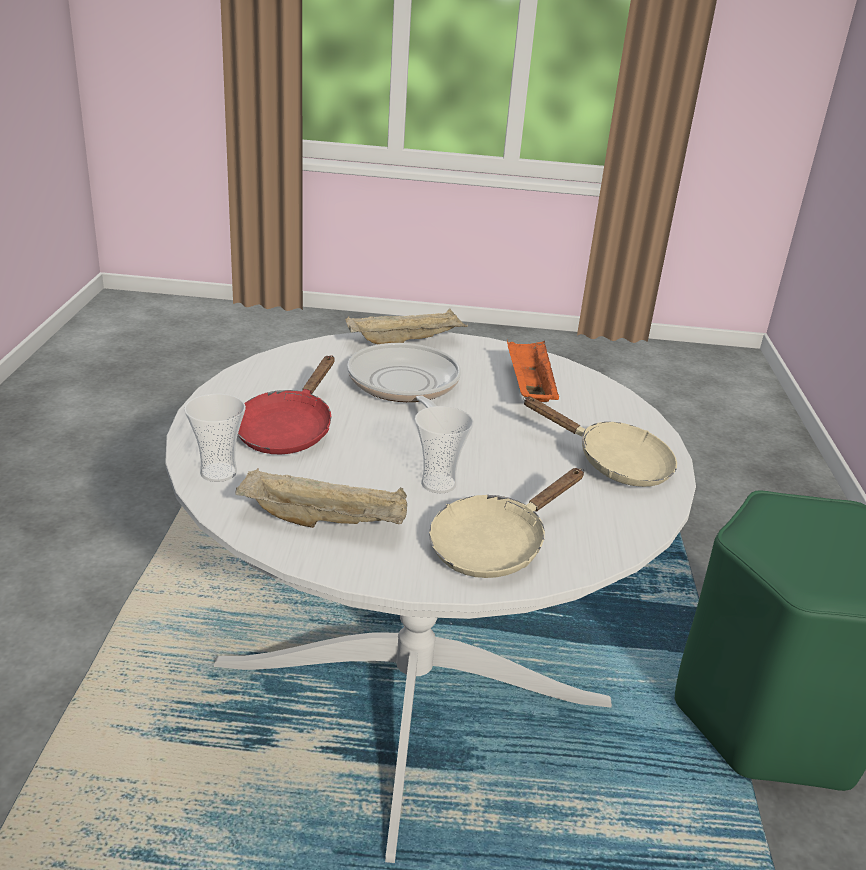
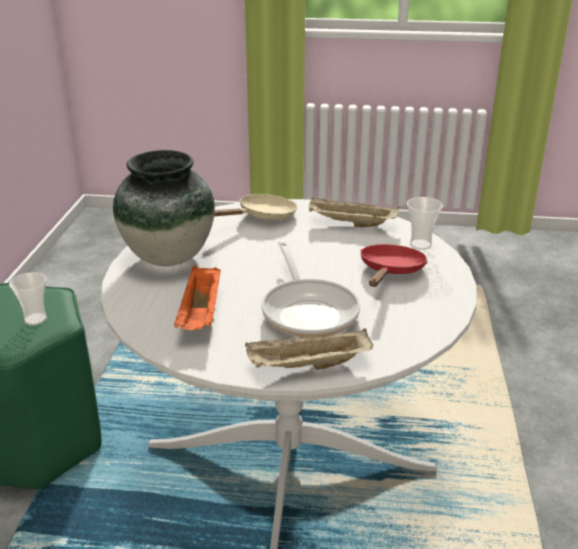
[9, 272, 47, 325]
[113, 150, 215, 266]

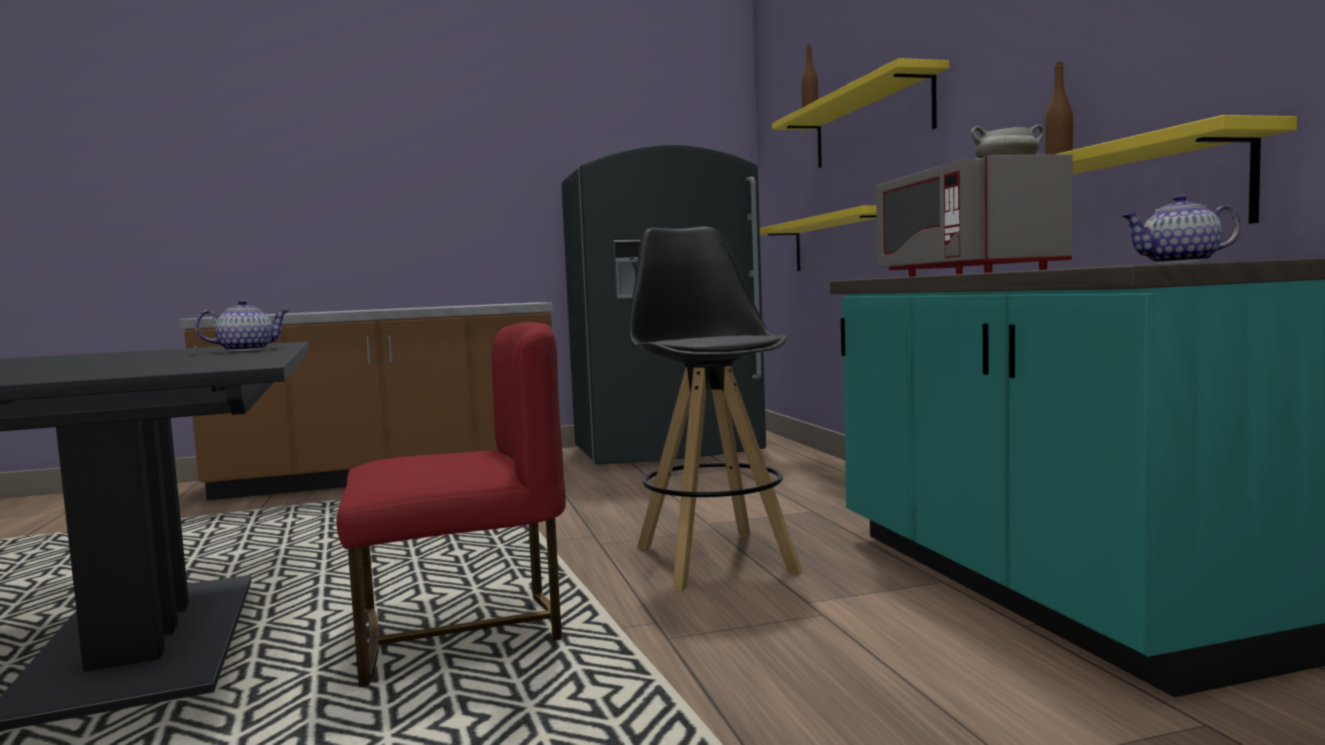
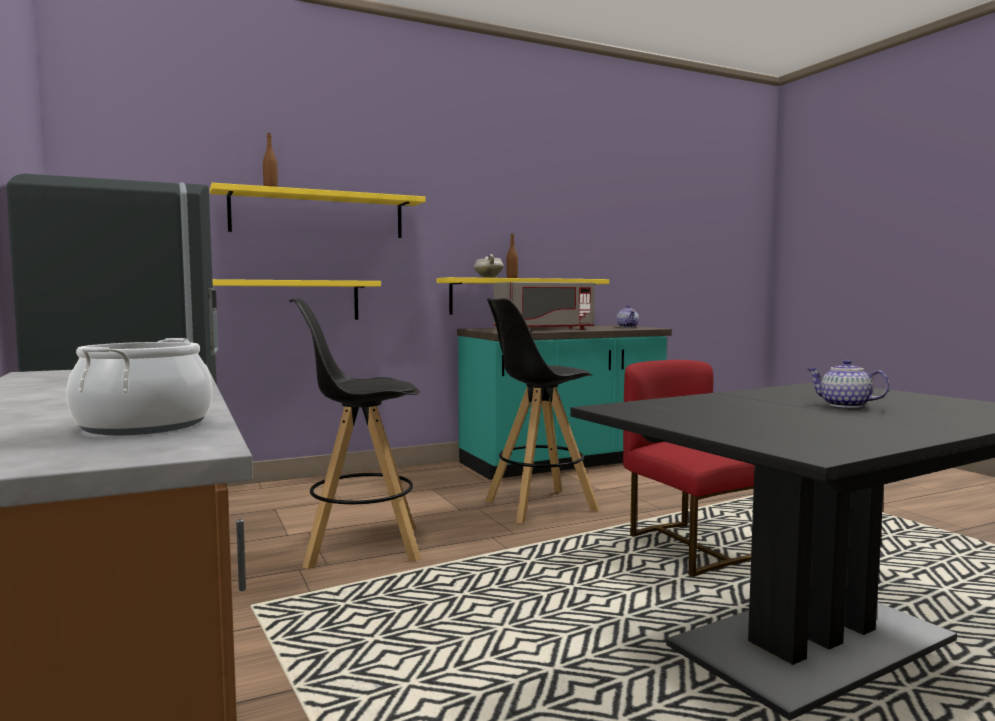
[66, 338, 212, 435]
[289, 298, 421, 569]
[807, 360, 890, 408]

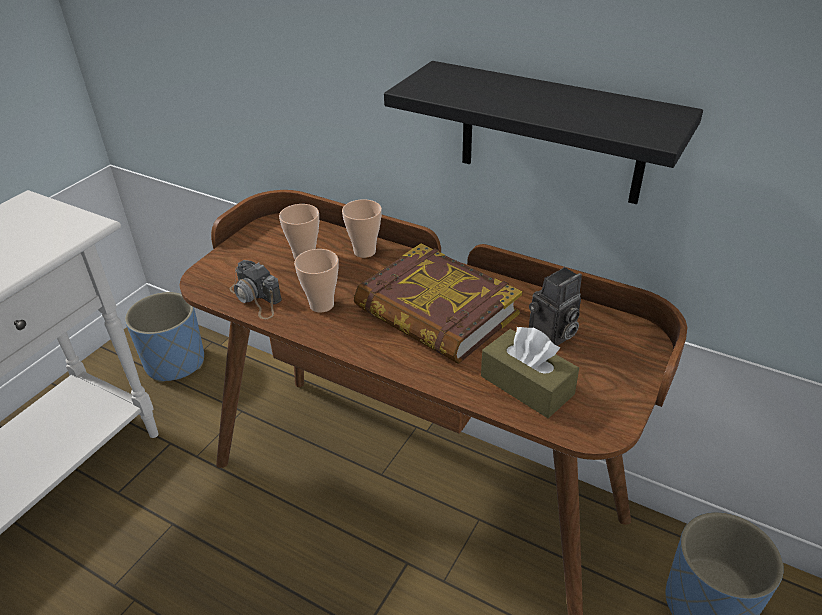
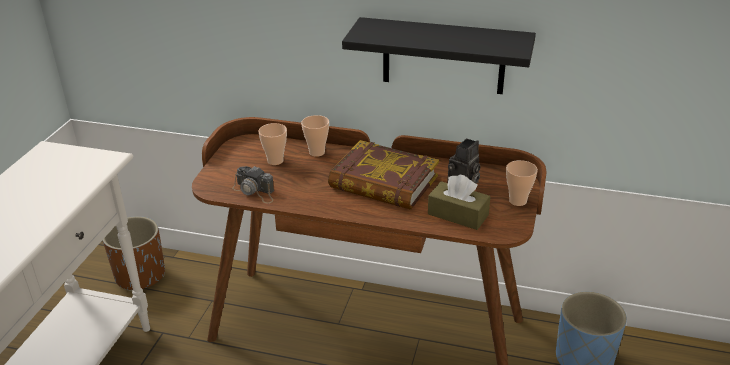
[506, 160, 538, 206]
[103, 216, 165, 291]

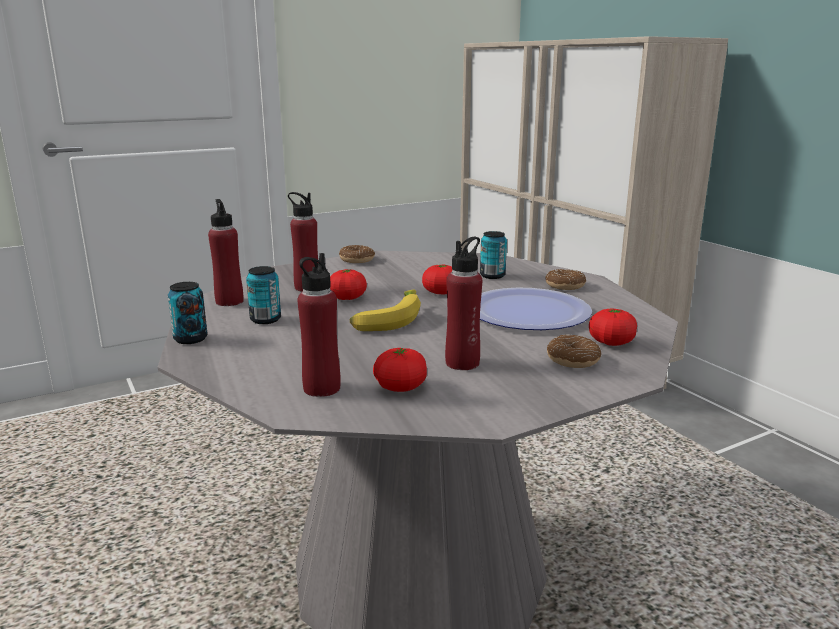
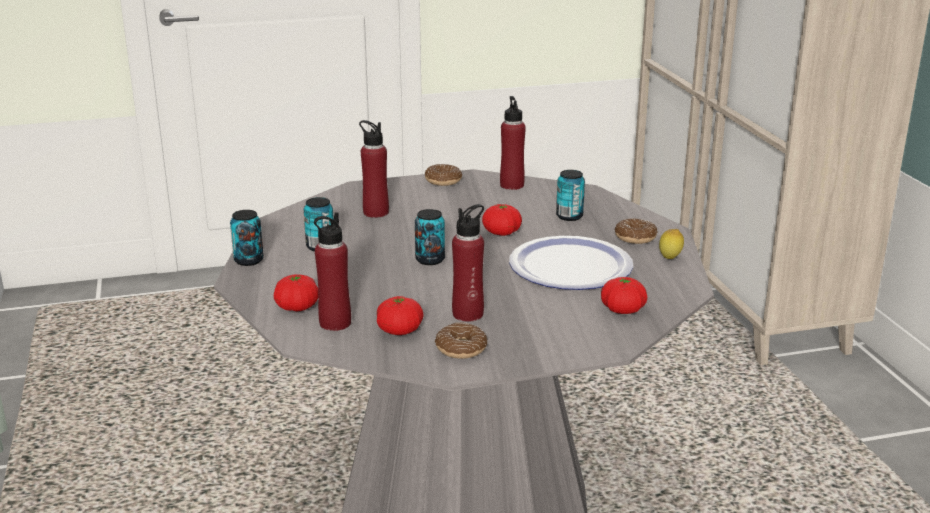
[659, 229, 684, 259]
[500, 96, 526, 190]
[274, 274, 318, 312]
[435, 322, 487, 359]
[415, 209, 445, 265]

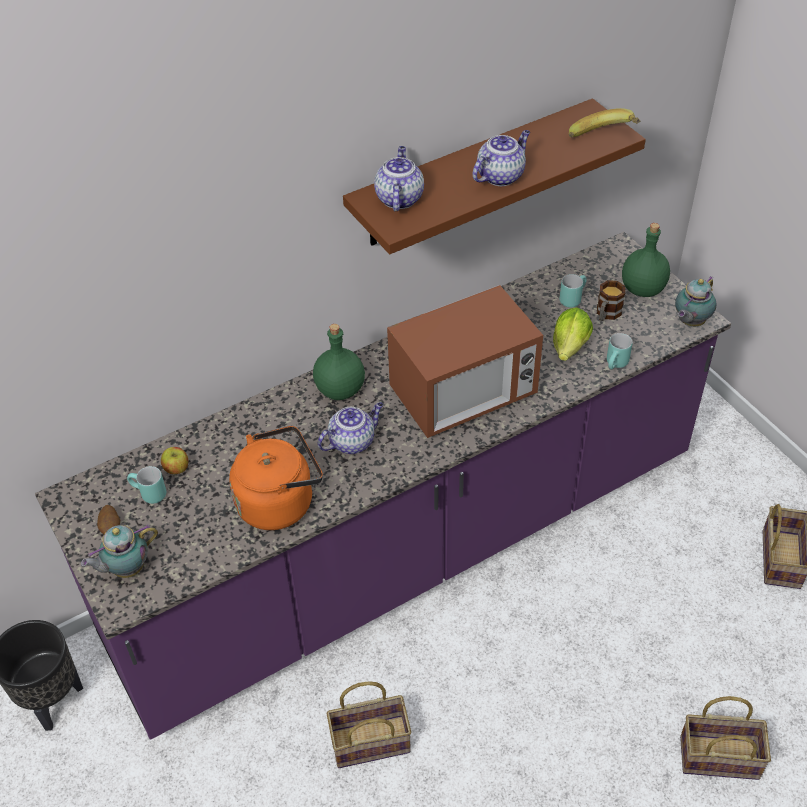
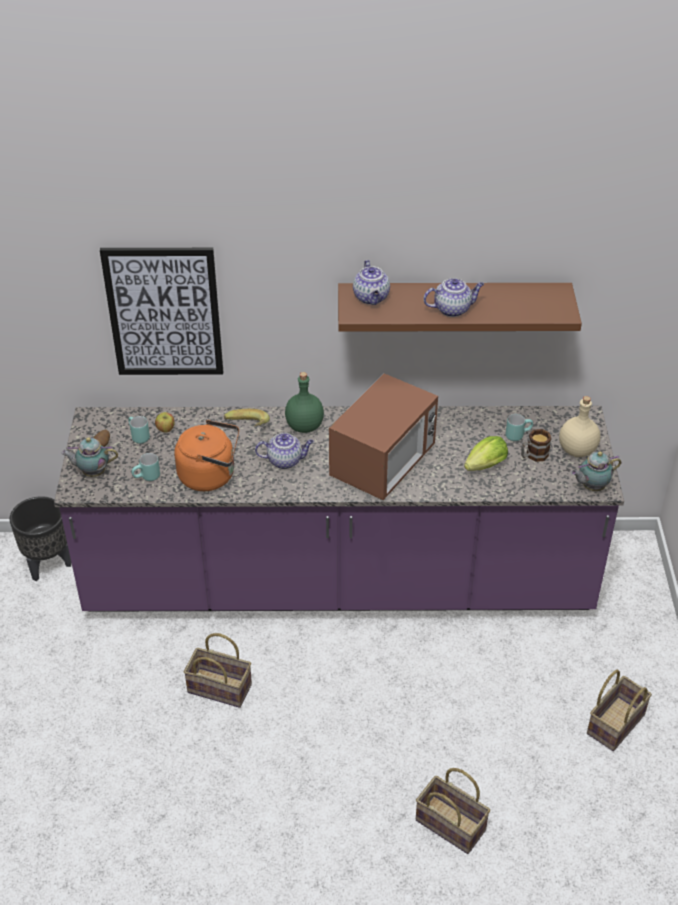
[100, 248, 223, 375]
[224, 409, 270, 427]
[131, 453, 160, 481]
[559, 396, 601, 457]
[353, 260, 390, 305]
[329, 373, 438, 500]

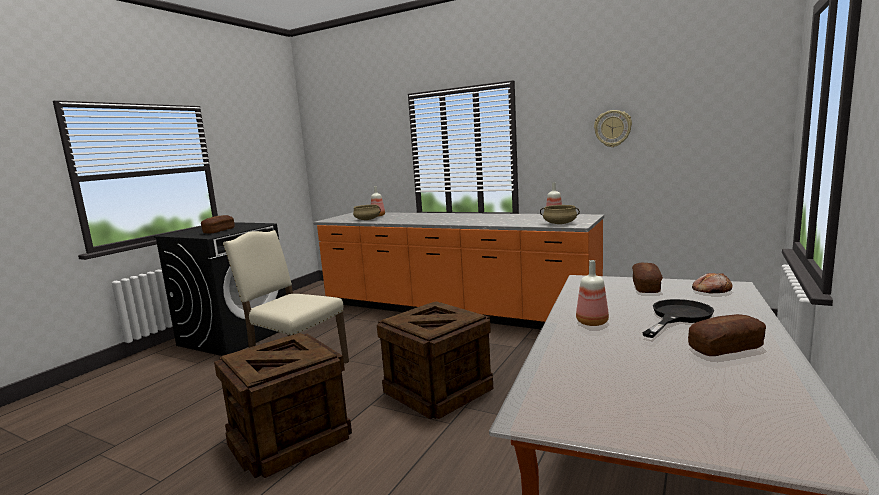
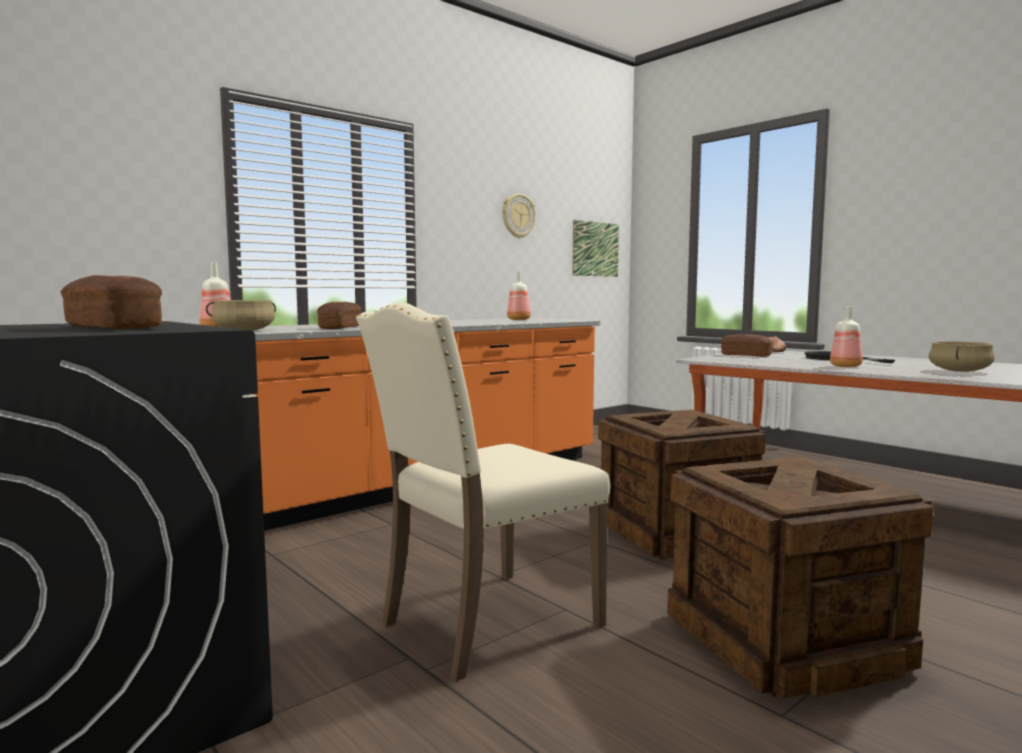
[572, 220, 619, 277]
[929, 341, 994, 372]
[317, 302, 361, 329]

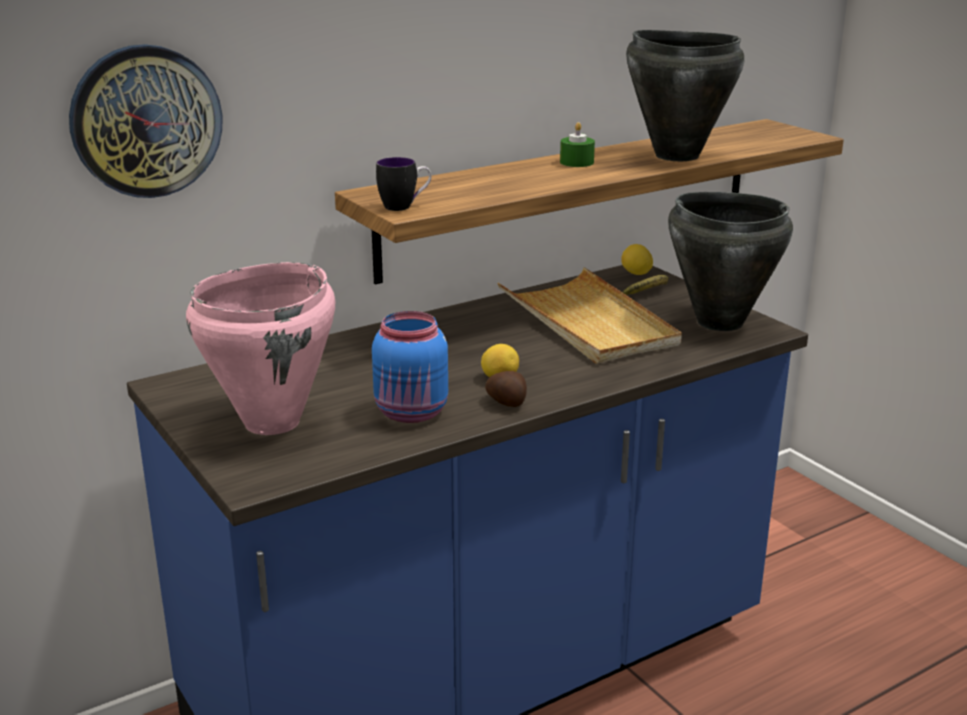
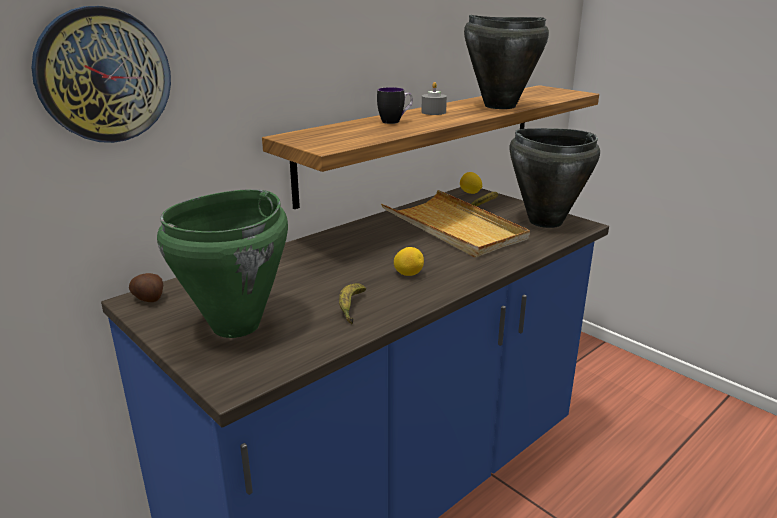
[377, 87, 413, 124]
[129, 273, 163, 302]
[339, 283, 366, 324]
[157, 189, 288, 338]
[421, 82, 447, 115]

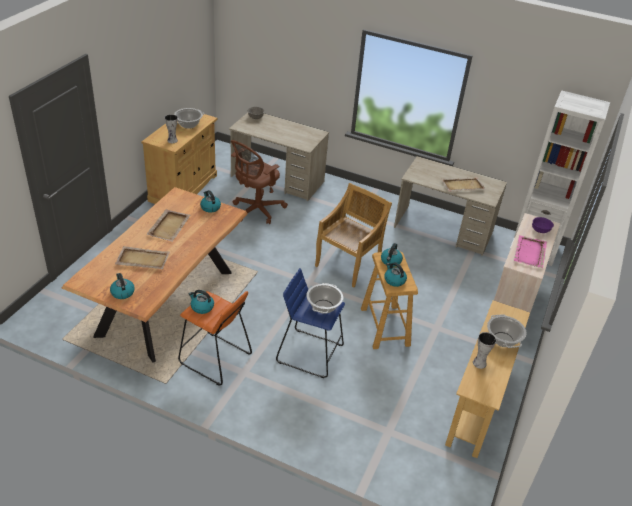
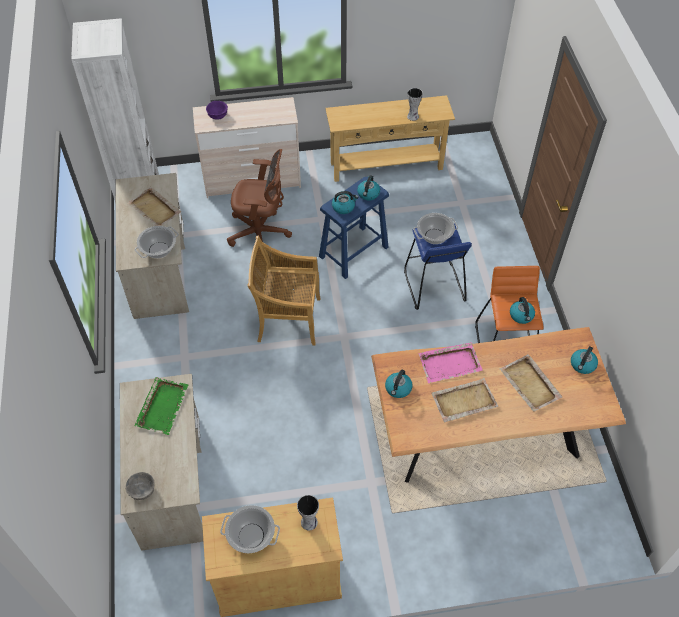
[134, 377, 188, 435]
[227, 149, 292, 247]
[134, 226, 179, 258]
[419, 342, 483, 383]
[319, 177, 389, 279]

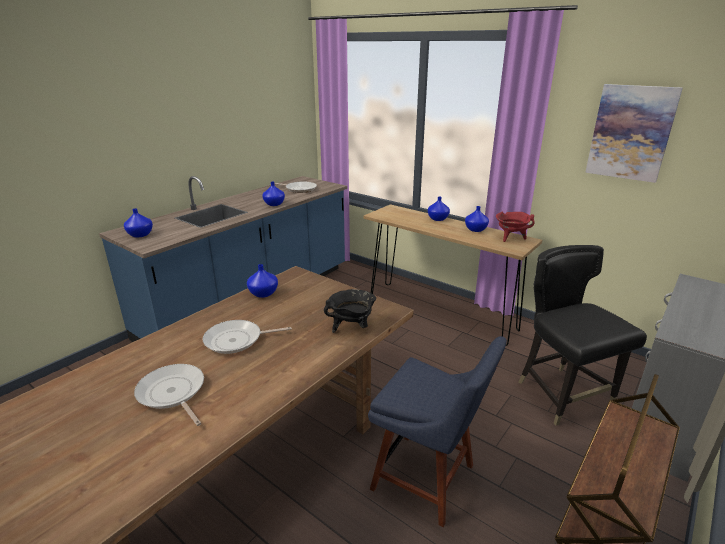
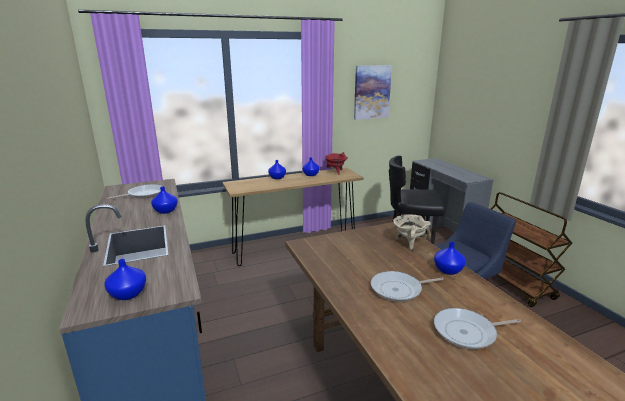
[434, 242, 466, 275]
[393, 214, 431, 251]
[371, 271, 444, 302]

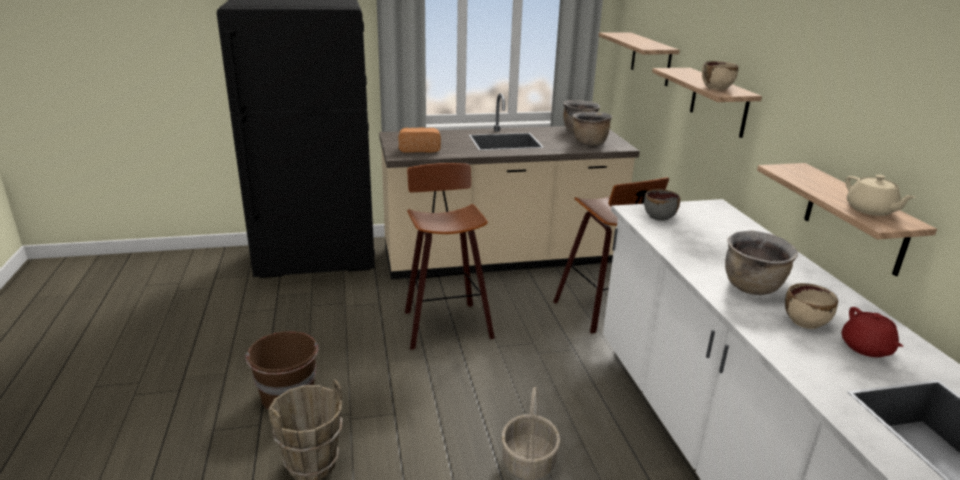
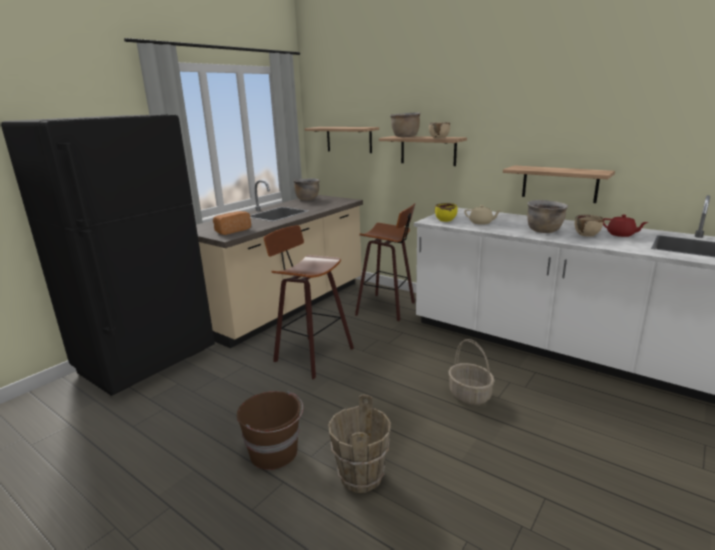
[390, 112, 420, 137]
[464, 205, 502, 225]
[435, 203, 457, 222]

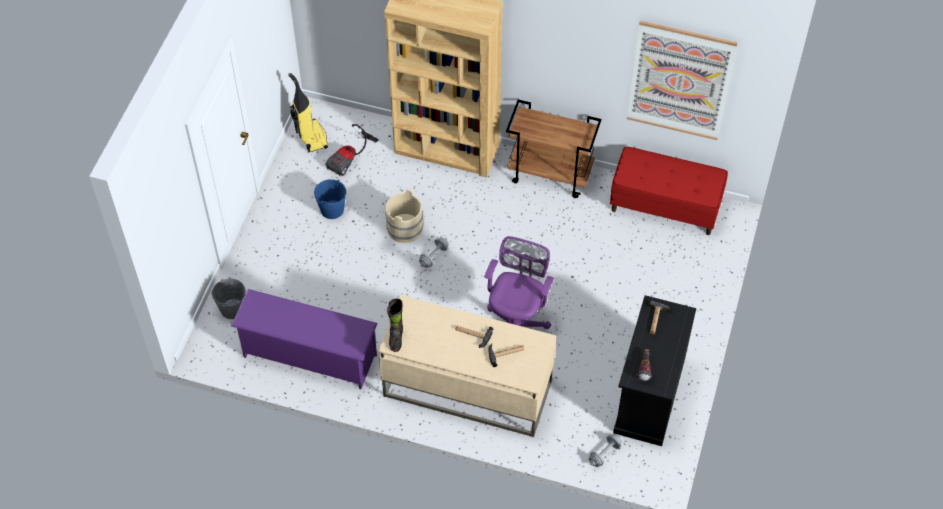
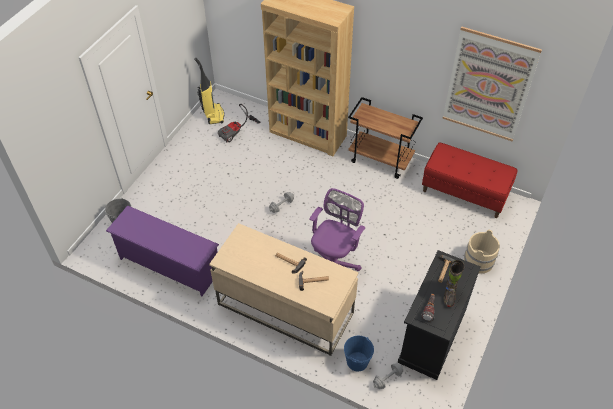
[344, 336, 374, 372]
[464, 230, 500, 274]
[444, 260, 464, 307]

